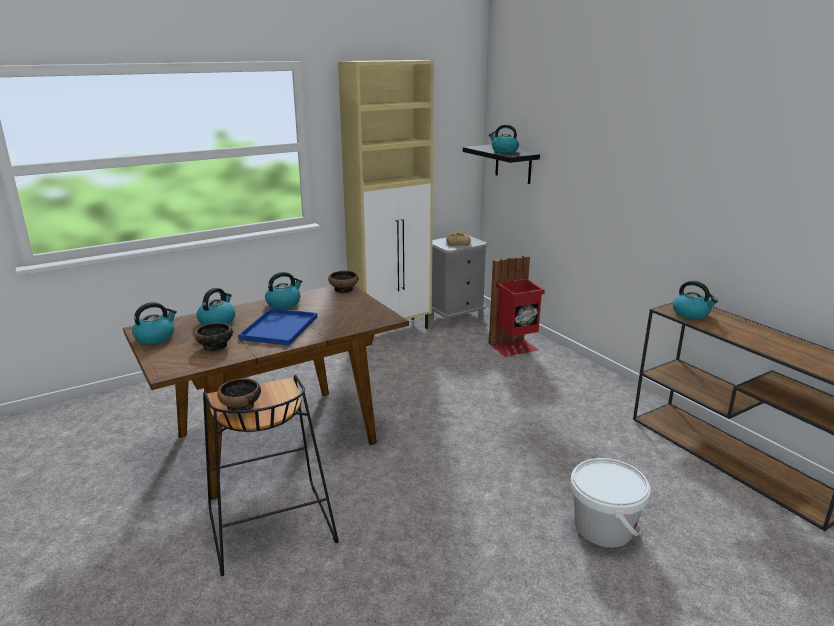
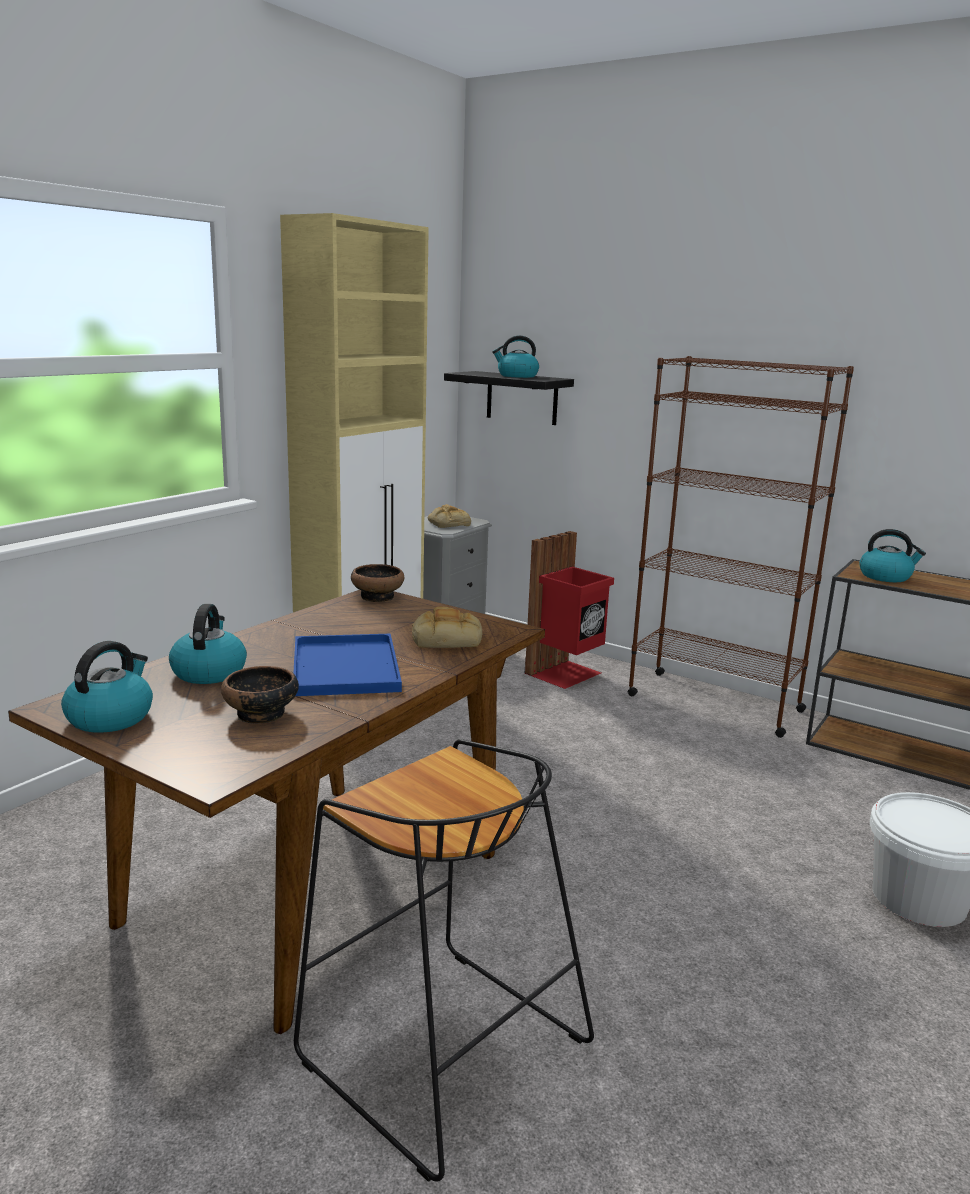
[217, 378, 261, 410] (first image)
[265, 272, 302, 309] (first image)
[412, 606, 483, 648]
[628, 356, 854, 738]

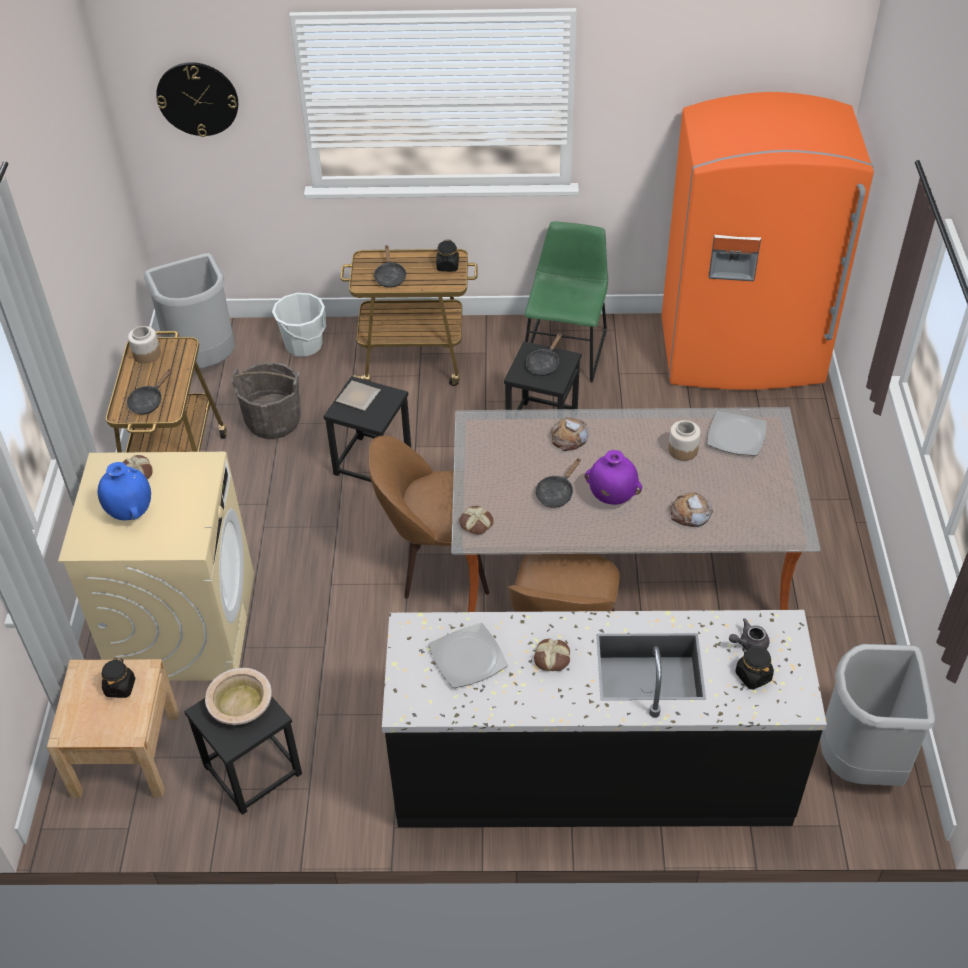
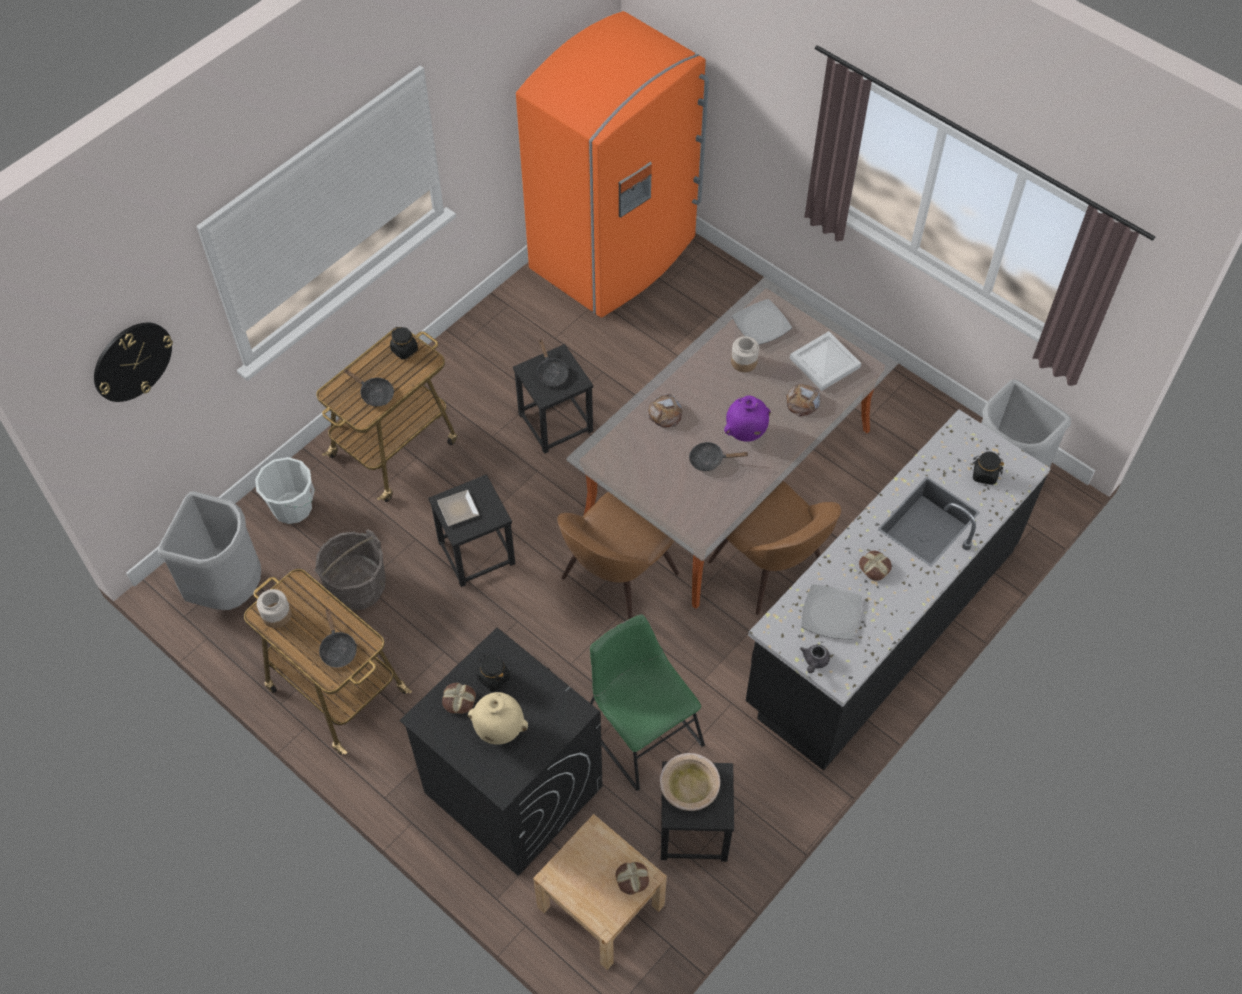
[790, 331, 861, 391]
[477, 655, 510, 692]
[616, 862, 649, 895]
[590, 614, 705, 791]
[800, 644, 830, 673]
[399, 628, 602, 876]
[468, 692, 528, 745]
[689, 442, 748, 471]

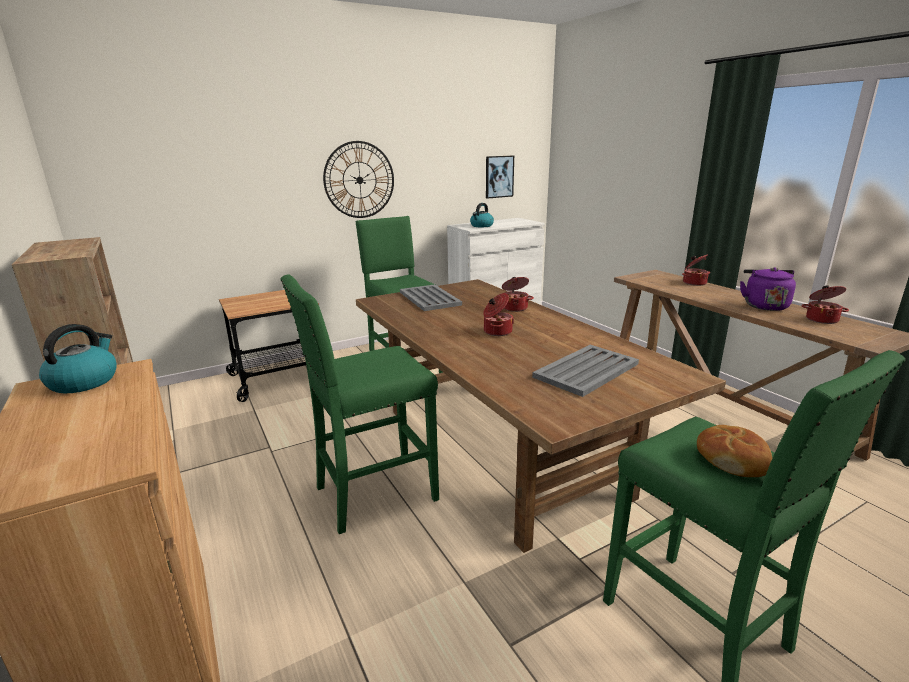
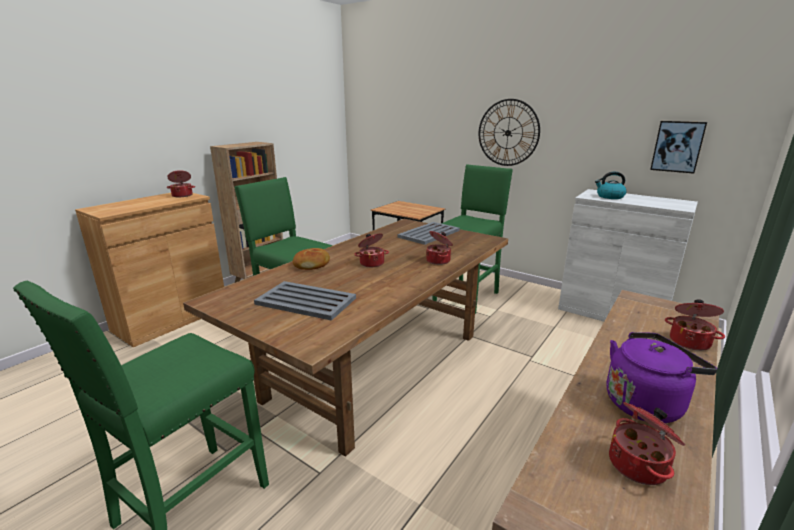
[292, 248, 330, 270]
[167, 170, 195, 197]

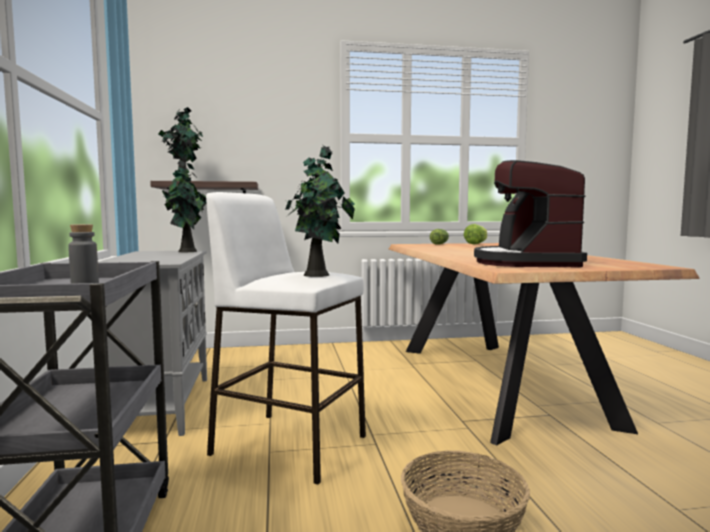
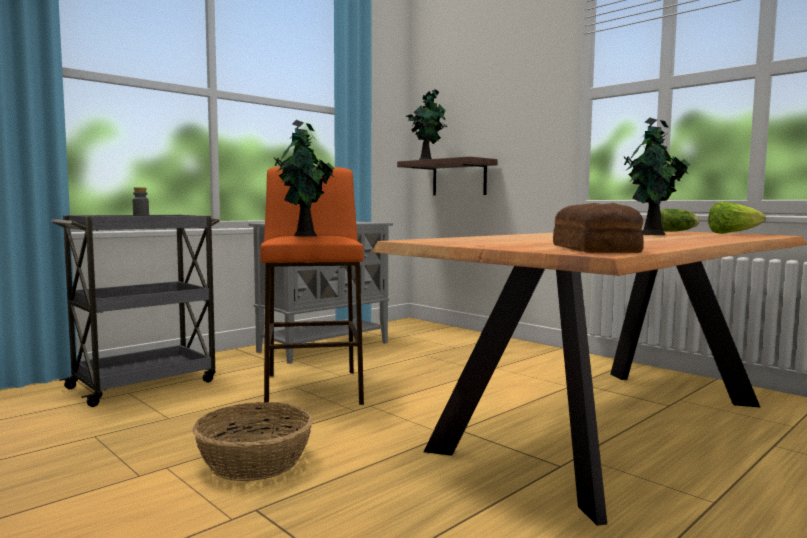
[474, 160, 587, 267] (first image)
[553, 203, 644, 253]
[624, 118, 690, 235]
[260, 167, 364, 405]

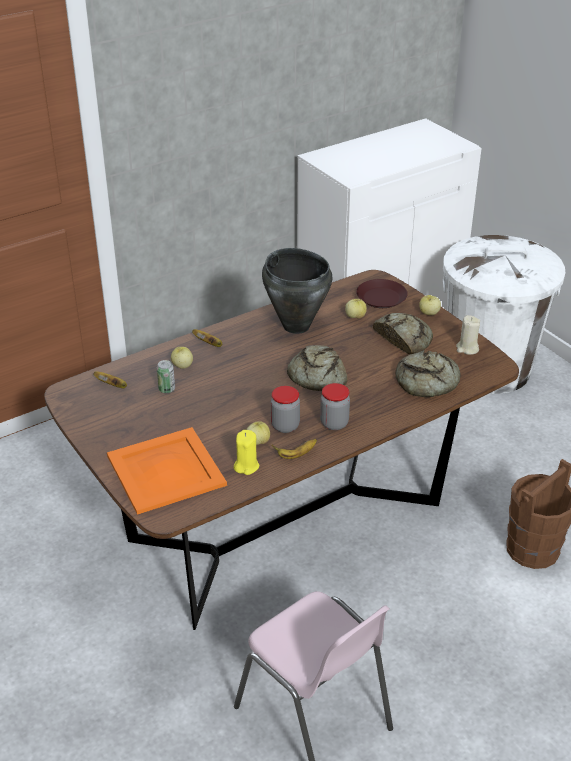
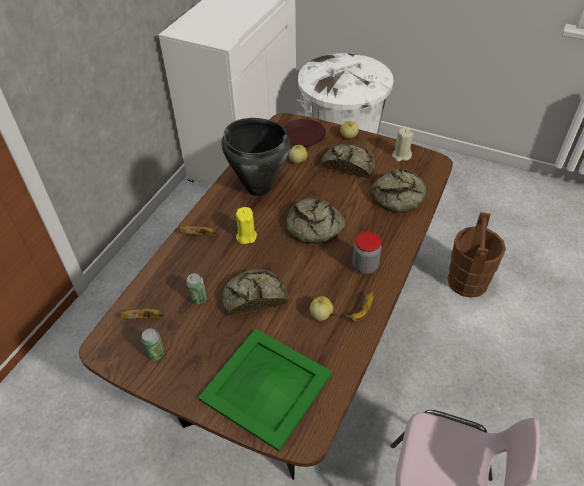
[171, 347, 193, 369] (first image)
[271, 386, 300, 433] (first image)
[141, 328, 165, 360]
[222, 269, 289, 316]
[236, 207, 257, 244]
[198, 329, 332, 451]

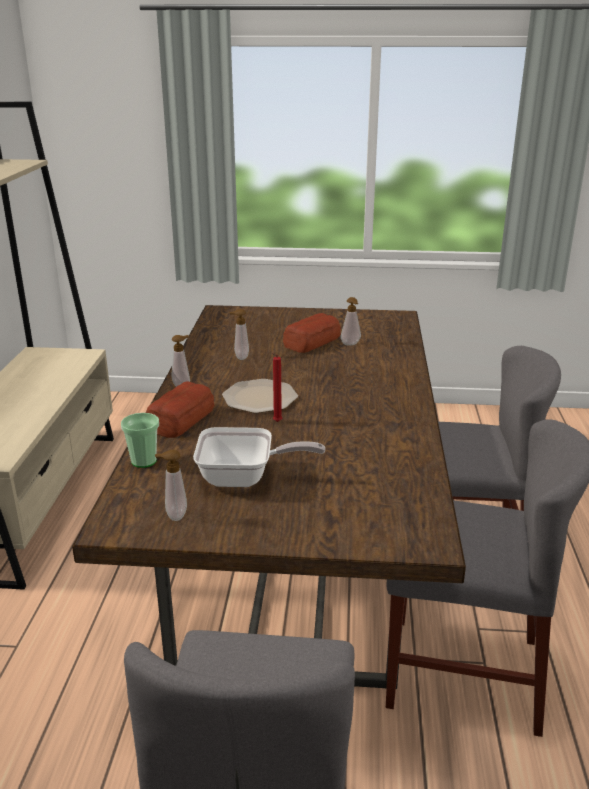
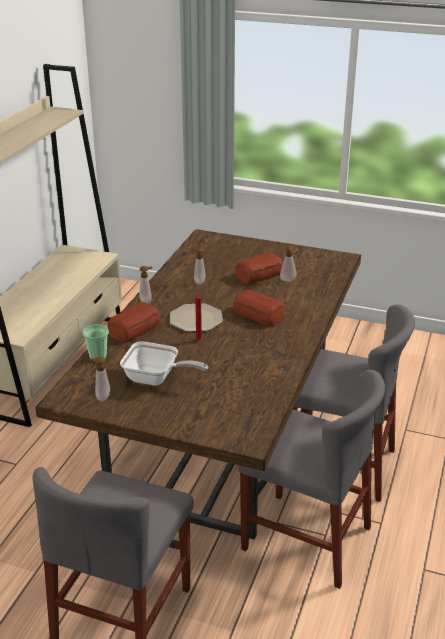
[233, 290, 285, 327]

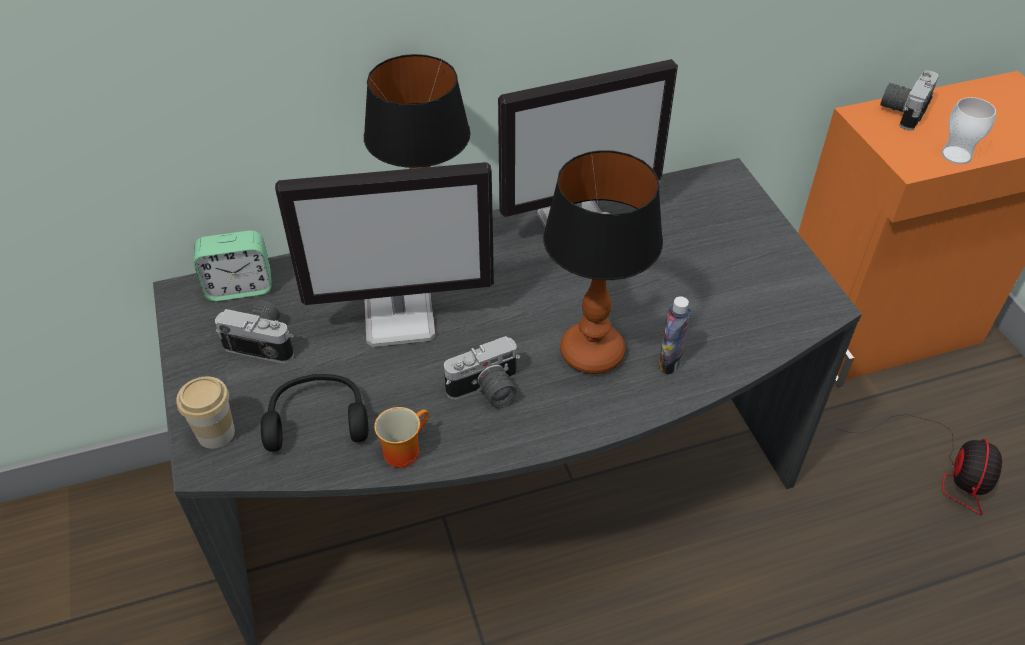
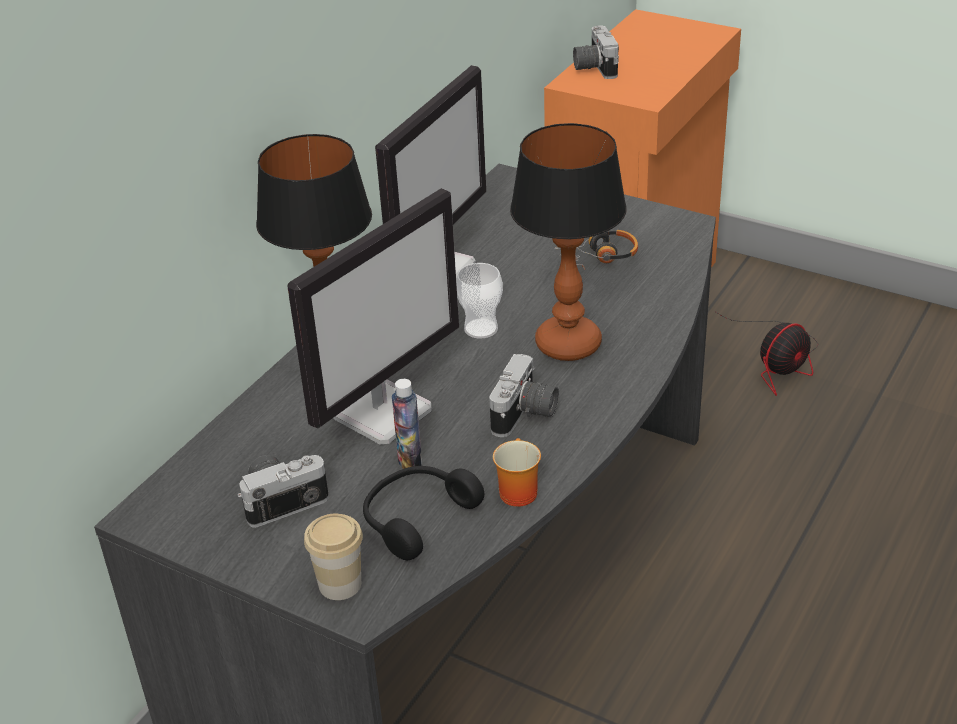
[194, 230, 271, 302] (first image)
[552, 230, 638, 270]
[392, 379, 422, 469]
[456, 263, 503, 339]
[716, 312, 818, 396]

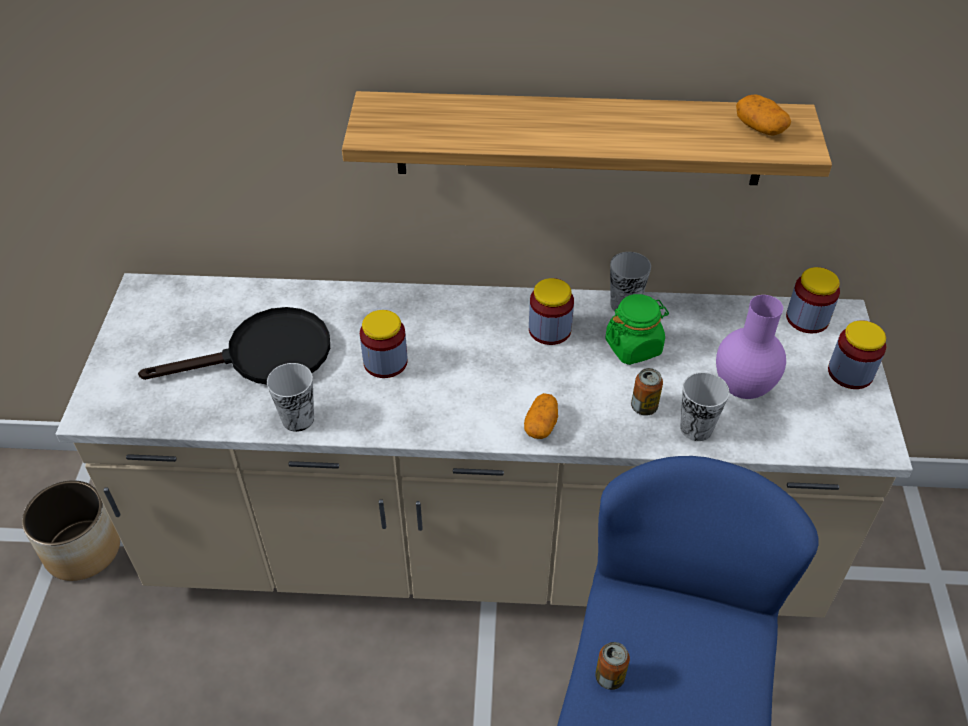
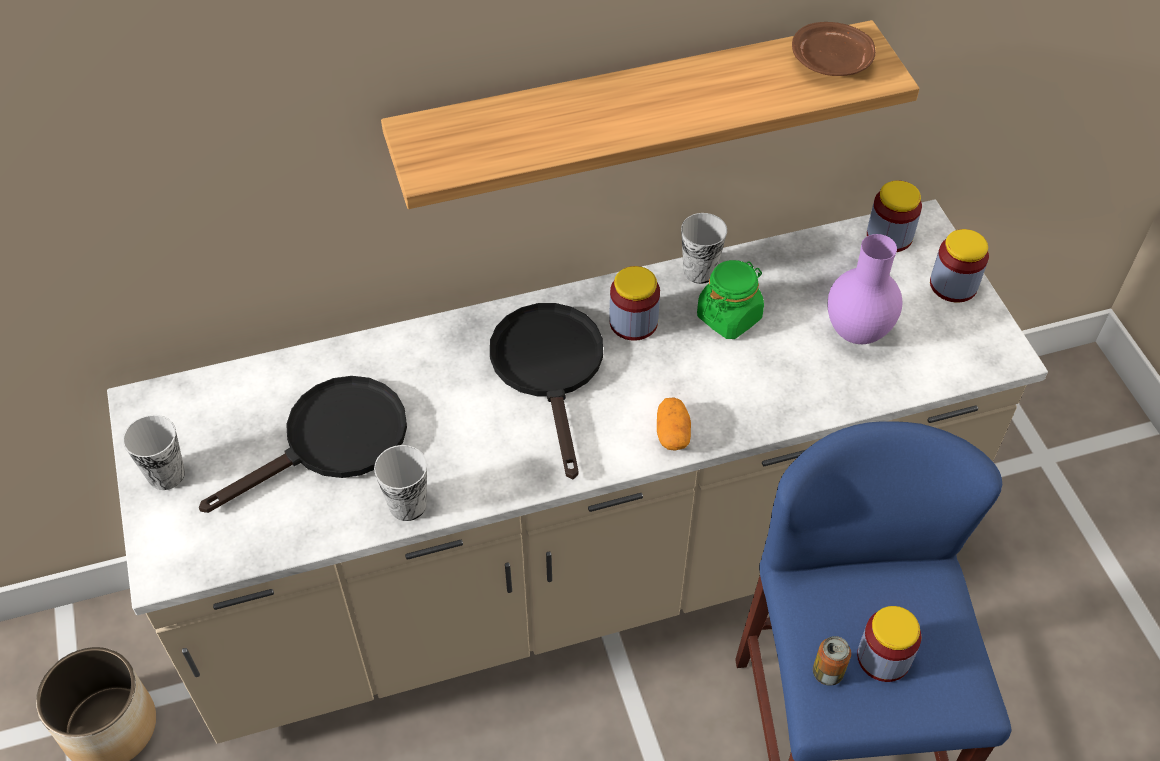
[631, 368, 663, 416] (first image)
[490, 303, 603, 480]
[857, 606, 921, 682]
[123, 415, 185, 490]
[792, 22, 876, 76]

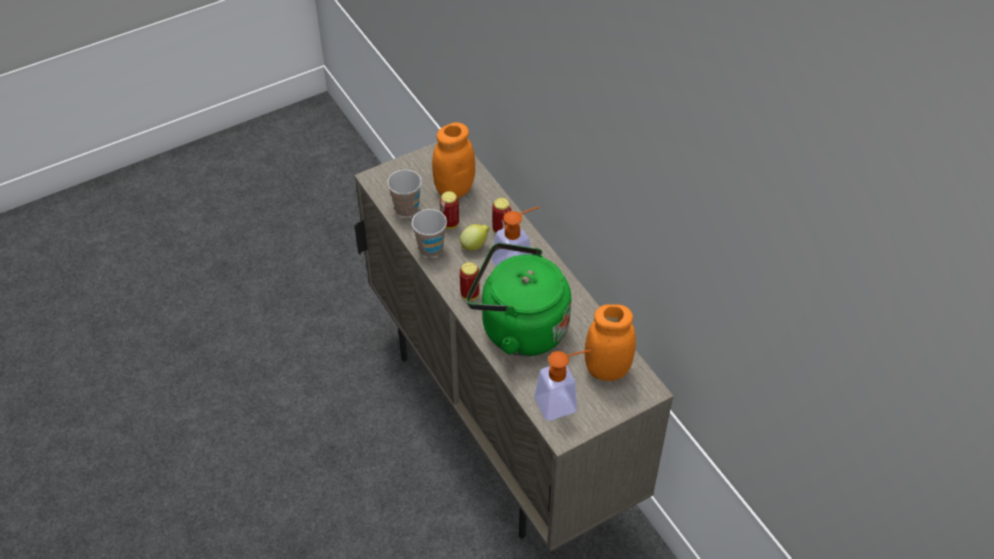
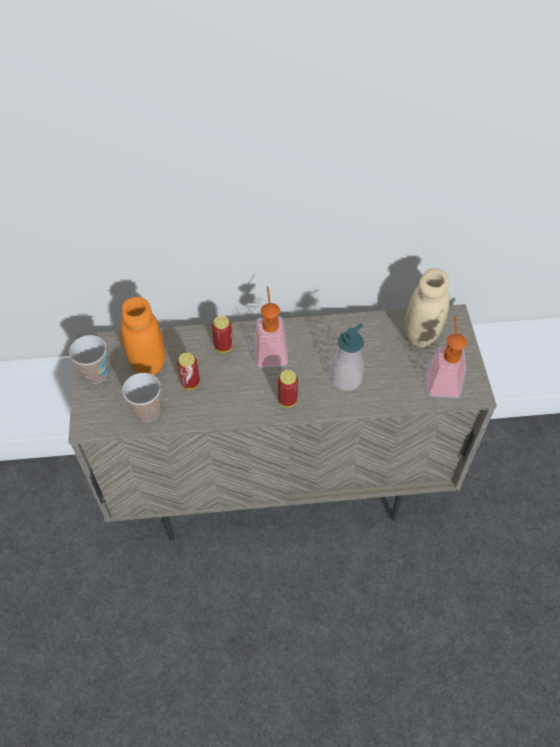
[460, 224, 490, 251] (first image)
[69, 335, 108, 384]
[330, 323, 364, 391]
[405, 268, 450, 347]

